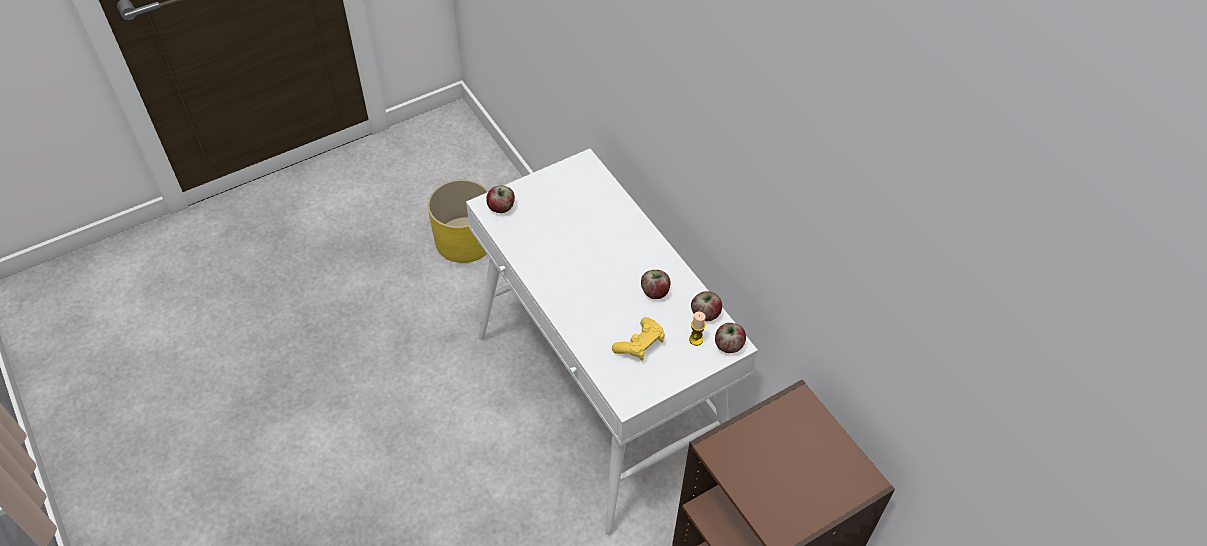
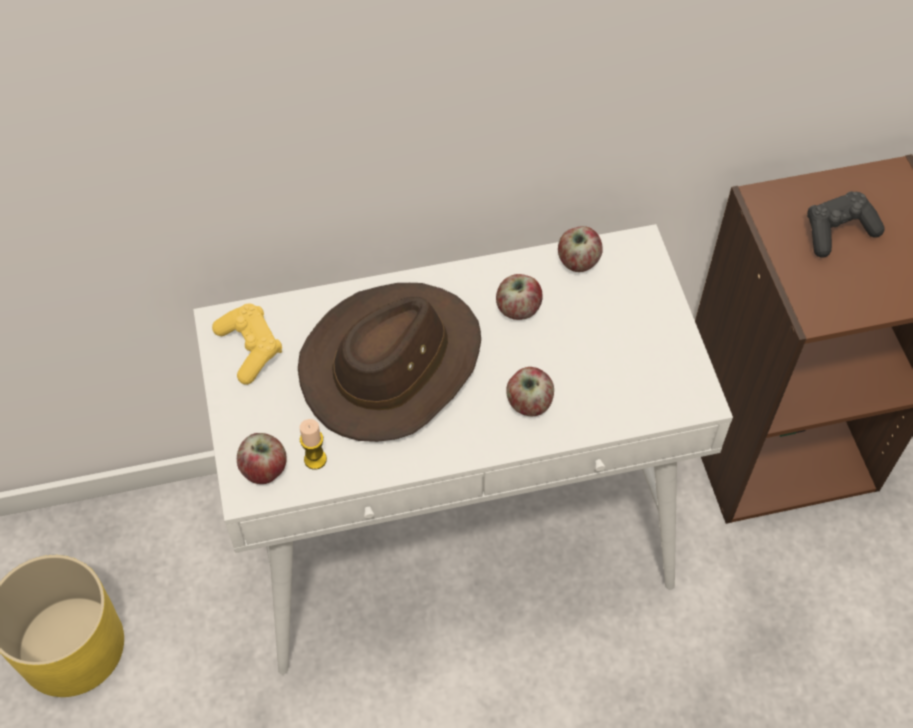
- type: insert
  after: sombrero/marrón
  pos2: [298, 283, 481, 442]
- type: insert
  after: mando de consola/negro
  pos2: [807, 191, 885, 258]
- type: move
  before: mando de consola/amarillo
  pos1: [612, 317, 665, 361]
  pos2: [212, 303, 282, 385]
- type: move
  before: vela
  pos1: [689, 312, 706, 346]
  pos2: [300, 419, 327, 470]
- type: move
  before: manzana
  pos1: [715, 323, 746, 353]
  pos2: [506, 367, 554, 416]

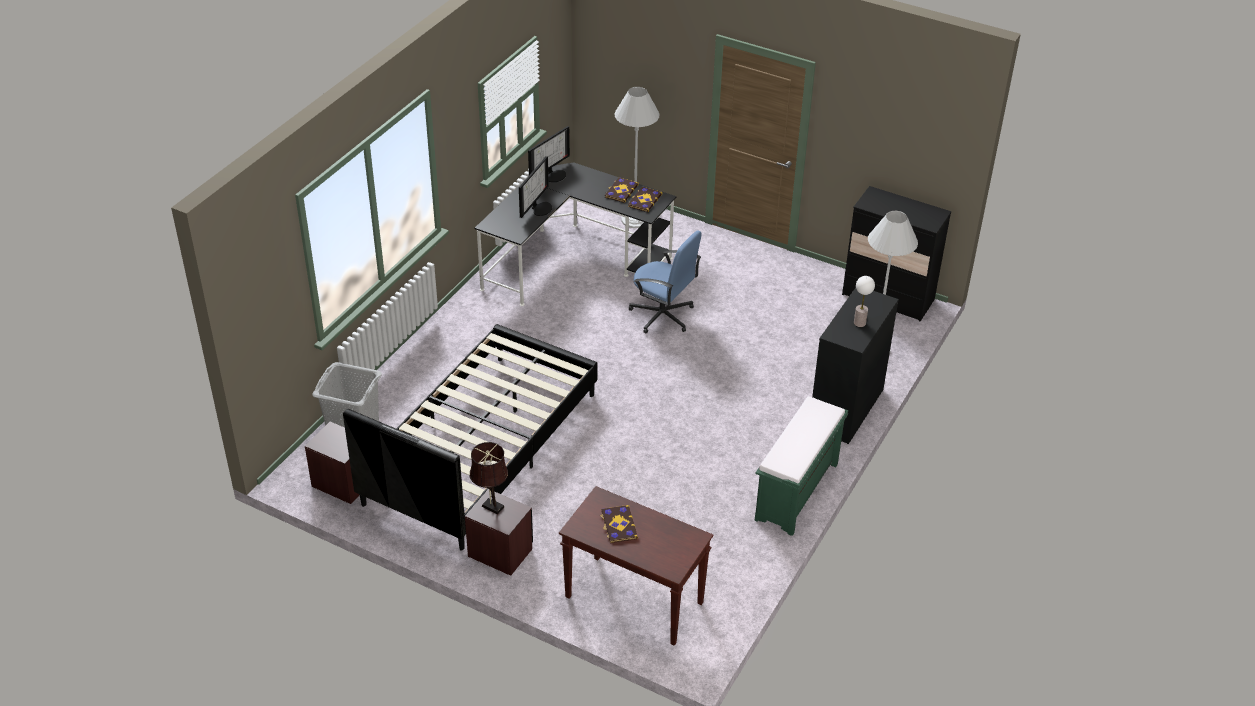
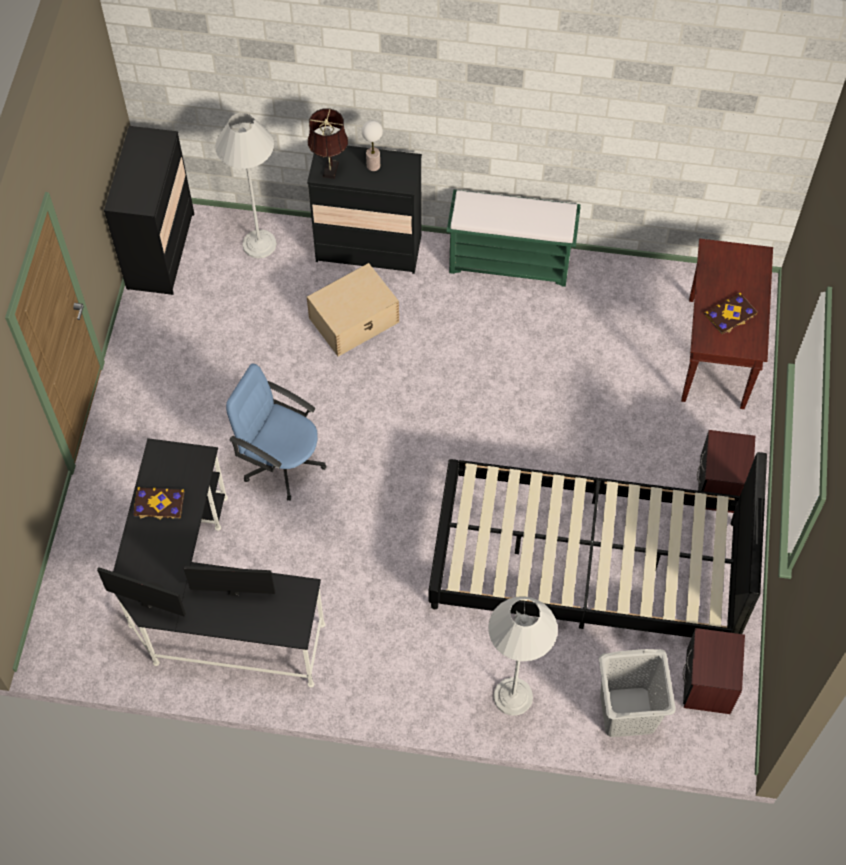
- type: delete
  before: libro
  pos1: [628, 187, 662, 212]
- type: insert
  after: caja de almacenaje/beis
  pos2: [307, 263, 399, 356]
- type: move
  before: lámpara de mesa/marrón
  pos1: [470, 442, 508, 514]
  pos2: [308, 109, 348, 179]
- type: move
  before: lámpara de pie/blanco
  pos1: [614, 87, 660, 228]
  pos2: [488, 597, 558, 716]
- type: rotate
  before: silla de oficina/azul
  pos1: [629, 231, 702, 334]
  pos2: [226, 363, 326, 501]
  turn: -75

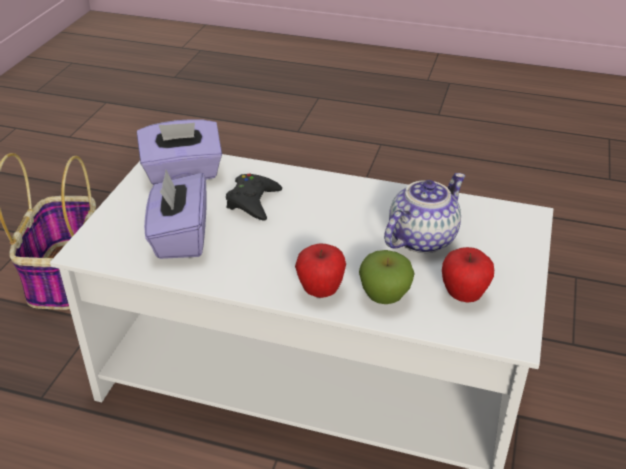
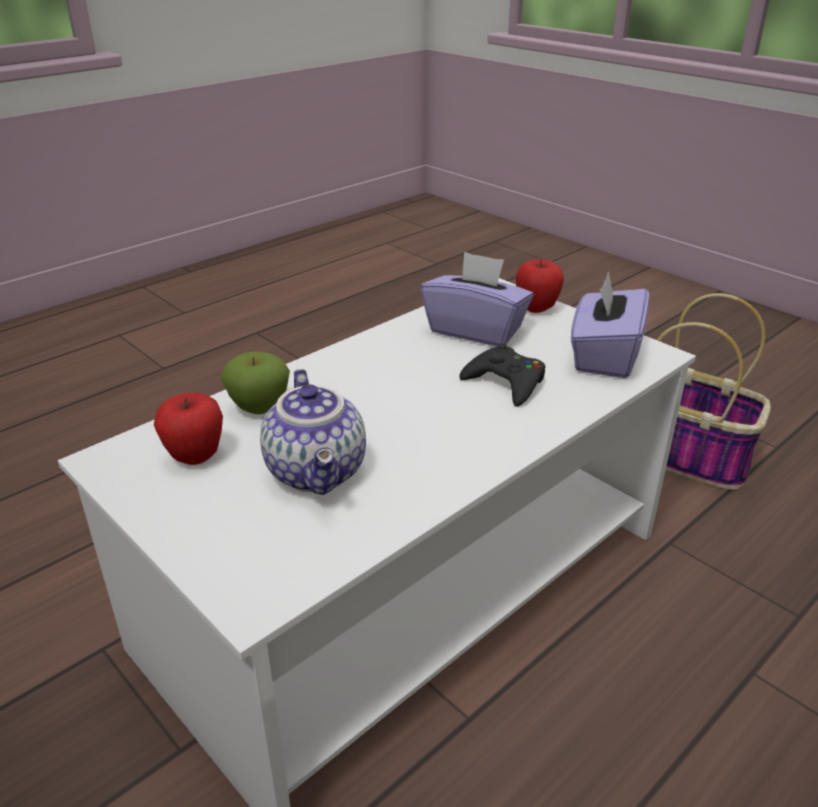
- type: move
  before: manzana
  pos1: [295, 243, 346, 298]
  pos2: [516, 259, 564, 313]

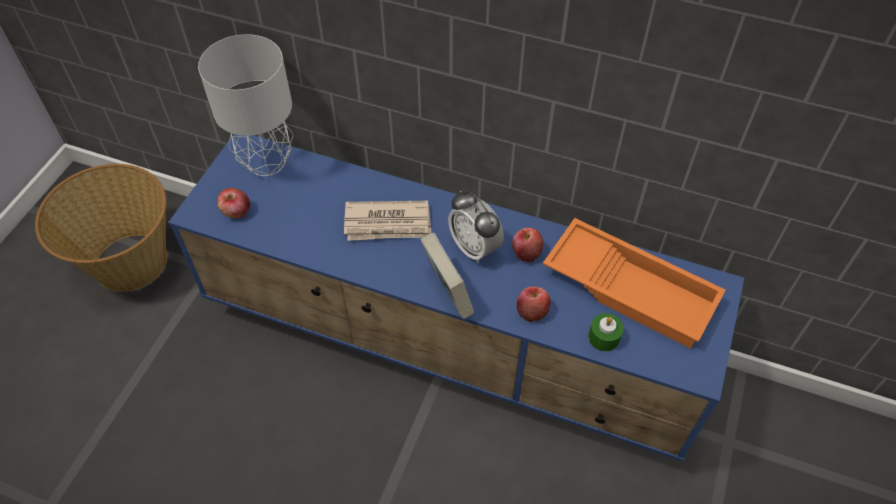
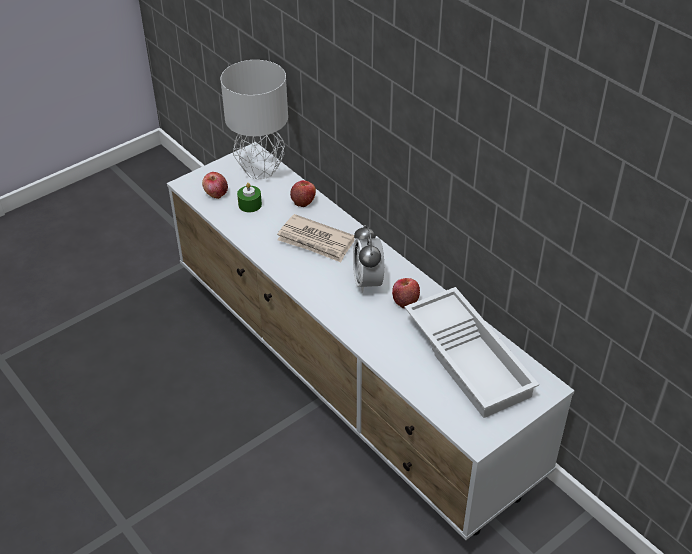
- type: delete
  before: cesta
  pos1: [35, 164, 167, 292]
- type: delete
  before: libro
  pos1: [420, 232, 474, 319]
- type: move
  before: manzana
  pos1: [517, 286, 551, 322]
  pos2: [290, 180, 316, 207]
- type: move
  before: vela/verde
  pos1: [588, 313, 624, 351]
  pos2: [237, 183, 262, 212]
- type: recolor
  before: mueble de televisión/azul
  after: mueble de televisión/blanco
  pos1: [168, 134, 744, 462]
  pos2: [167, 142, 575, 540]
- type: recolor
  before: bandeja/naranja
  after: bandeja/blanco
  pos1: [543, 218, 726, 349]
  pos2: [404, 287, 539, 418]

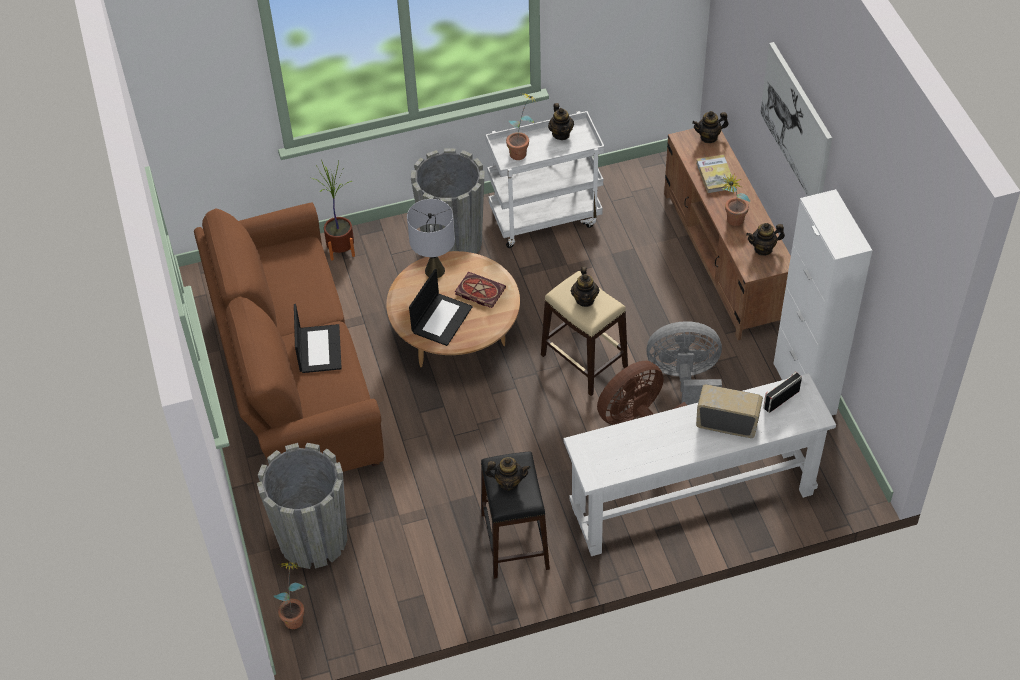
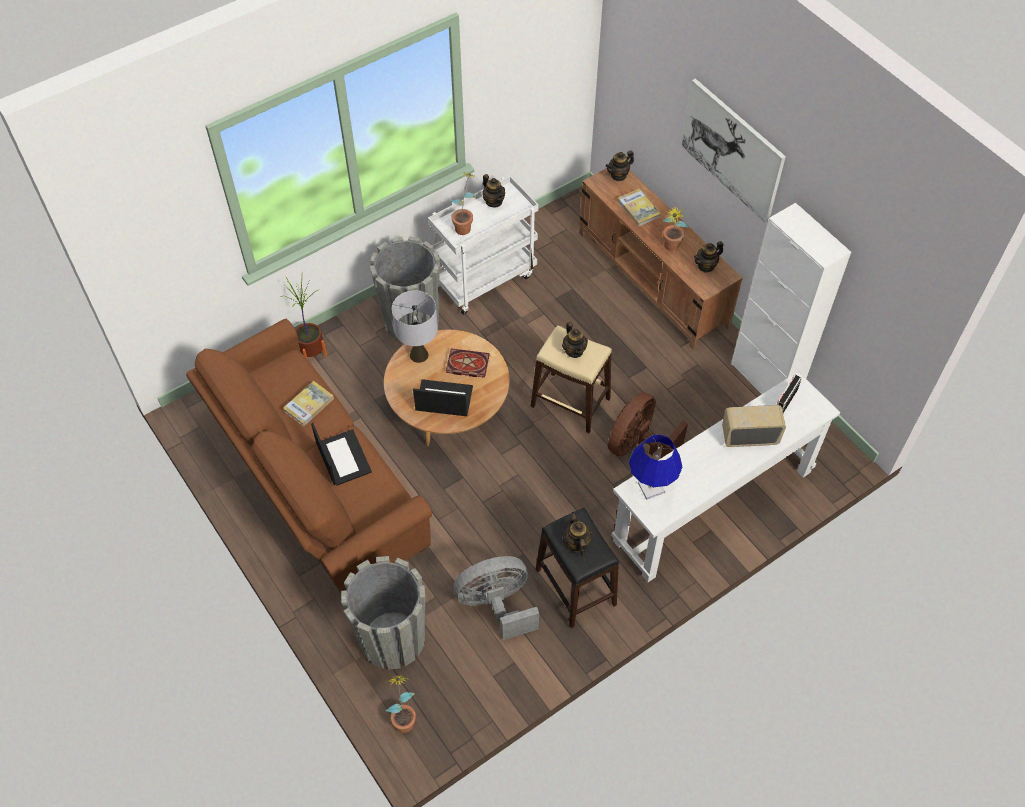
- type: insert
  after: libro
  pos2: [283, 381, 334, 426]
- type: insert
  after: lámpara de mesa/azul
  pos2: [629, 434, 682, 500]
- type: move
  before: ventilador/gris
  pos1: [646, 321, 722, 405]
  pos2: [454, 556, 539, 640]
- type: rotate
  before: portátil
  pos1: [409, 269, 473, 346]
  pos2: [413, 379, 473, 416]
  turn: -90
- type: rotate
  before: tetera
  pos1: [485, 457, 531, 491]
  pos2: [563, 512, 592, 556]
  turn: -90

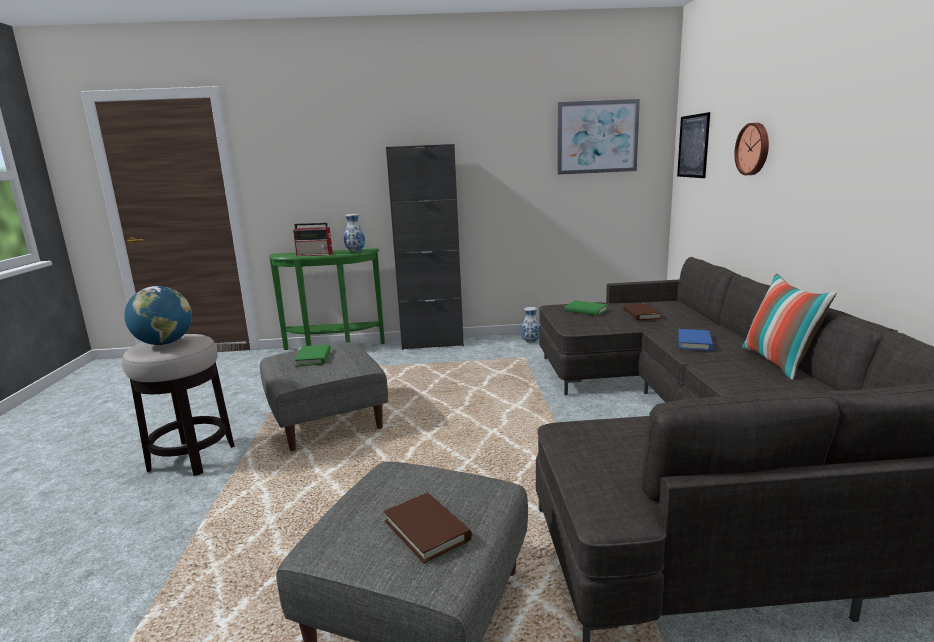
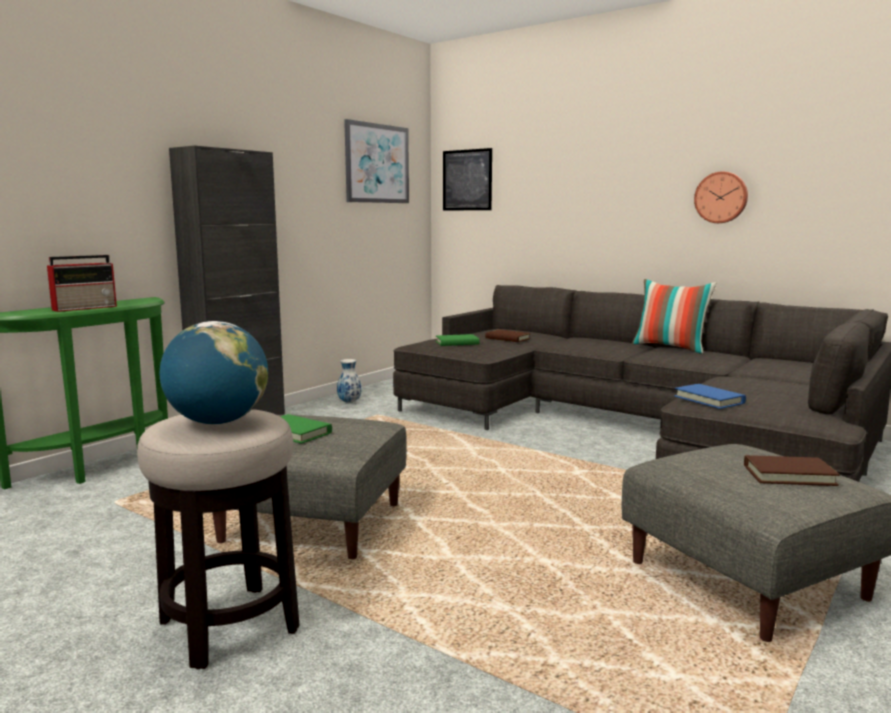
- type: delete
  before: florero
  pos1: [344, 214, 365, 252]
- type: move
  before: libro/azul
  pos1: [678, 329, 714, 351]
  pos2: [674, 384, 746, 409]
- type: move
  before: reloj de pared
  pos1: [734, 123, 769, 175]
  pos2: [694, 172, 748, 223]

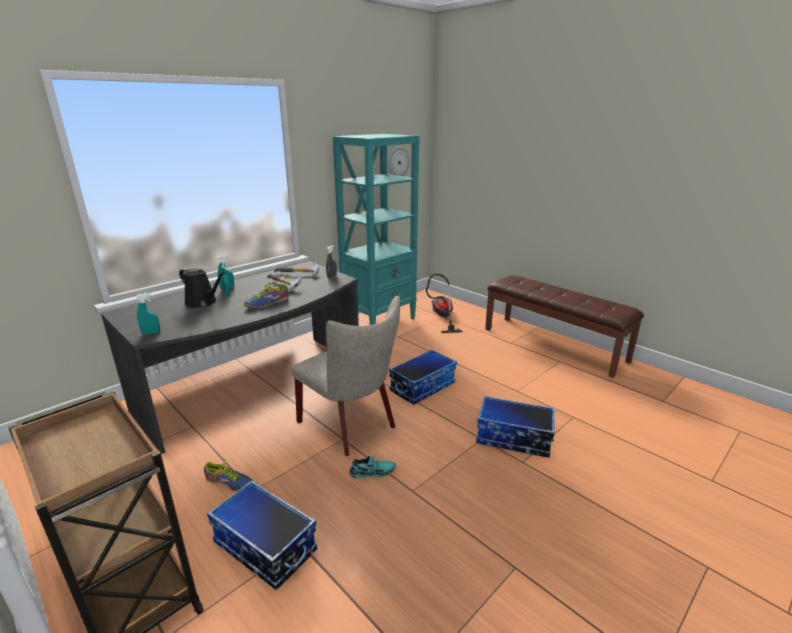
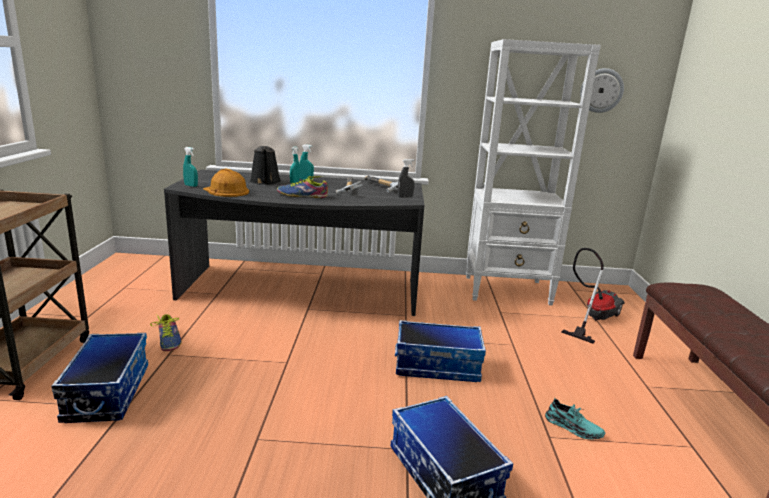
- type: delete
  before: silla/beis
  pos1: [291, 295, 400, 456]
- type: insert
  after: casco/naranja
  pos2: [203, 169, 249, 197]
- type: move
  before: zapato/turquesa
  pos1: [350, 456, 396, 478]
  pos2: [545, 398, 605, 440]
- type: recolor
  before: estantería/turquesa
  after: estantería/blanco
  pos1: [333, 134, 420, 325]
  pos2: [466, 39, 601, 306]

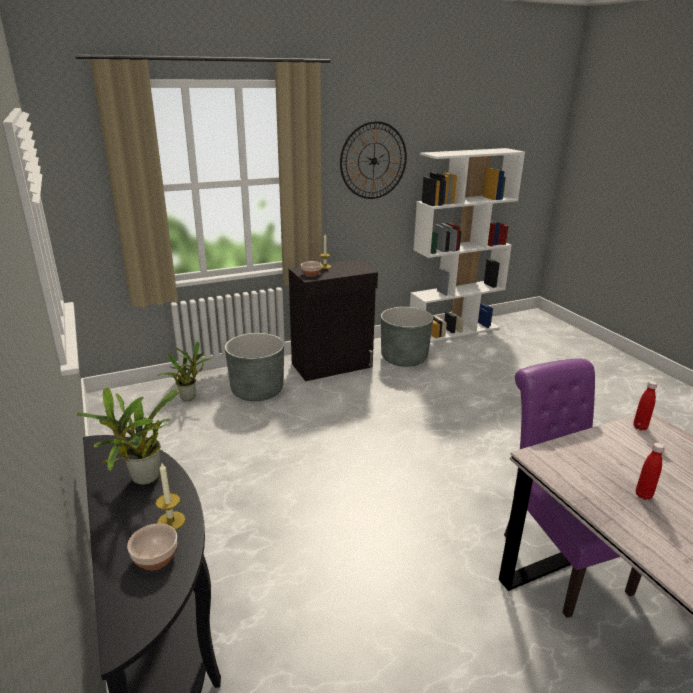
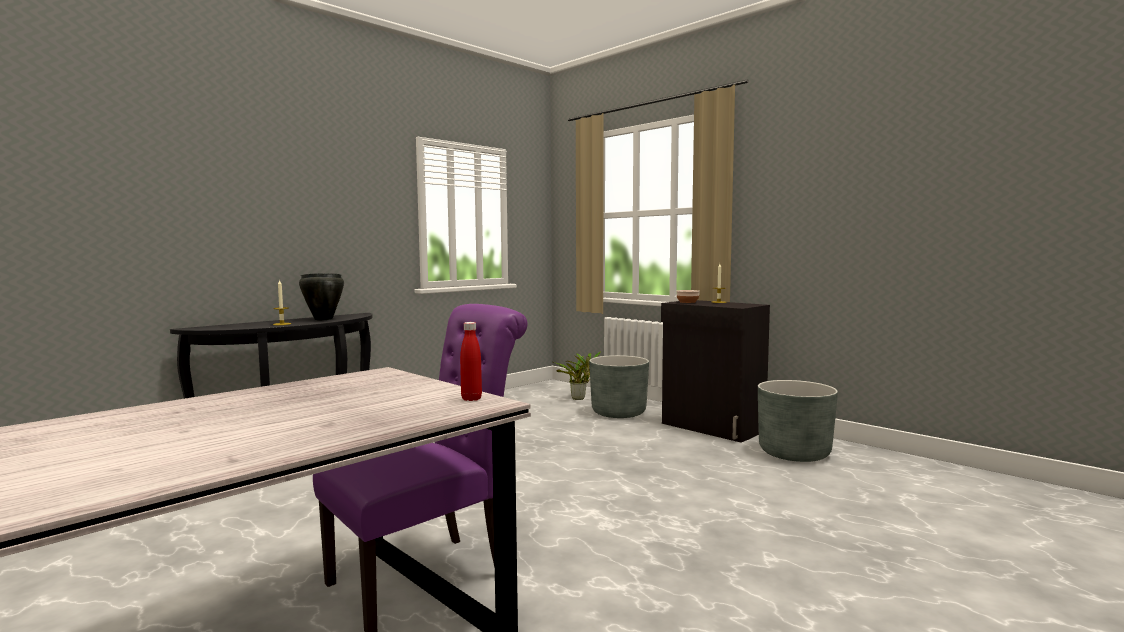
- type: delete
  before: cuenco
  pos1: [127, 523, 177, 570]
- type: delete
  before: reloj de pared
  pos1: [340, 121, 407, 199]
- type: delete
  before: estantería/blanco
  pos1: [410, 148, 525, 343]
- type: delete
  before: botella/rojo
  pos1: [636, 443, 665, 500]
- type: replace
  before: planta en maceta
  after: olla/negro
  pos1: [76, 388, 179, 485]
  pos2: [299, 273, 344, 320]

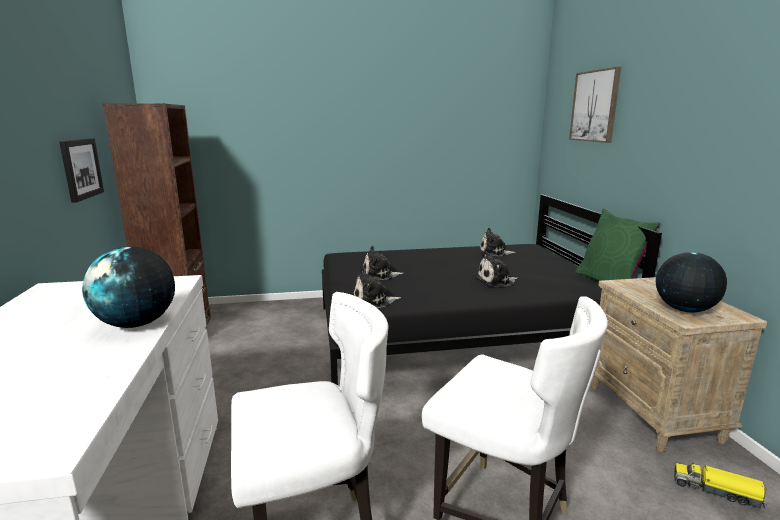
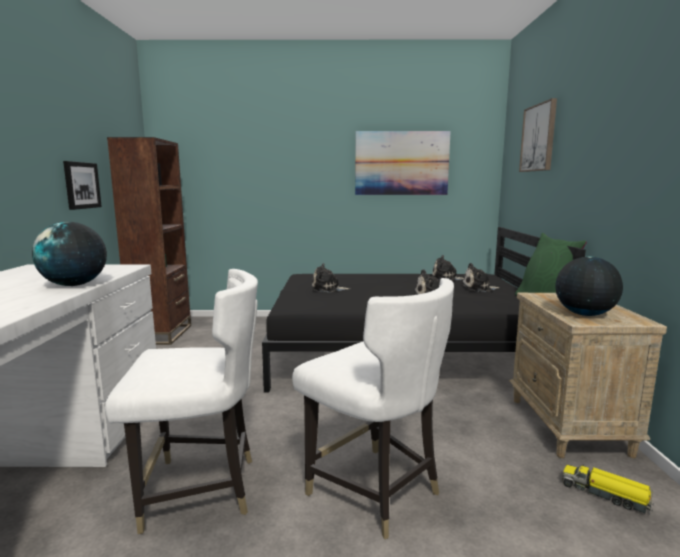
- type: insert
  after: cuadro
  pos2: [355, 131, 451, 195]
- type: move
  before: peluche
  pos1: [353, 267, 401, 308]
  pos2: [462, 263, 500, 292]

